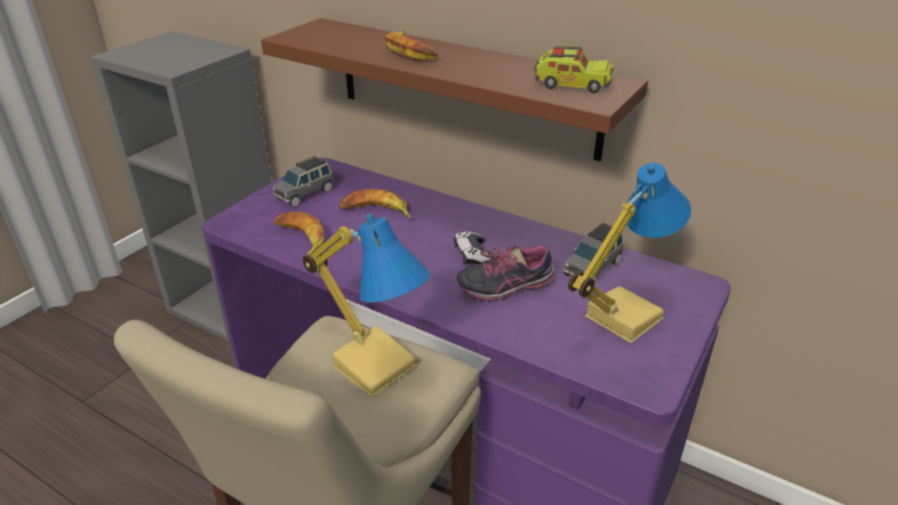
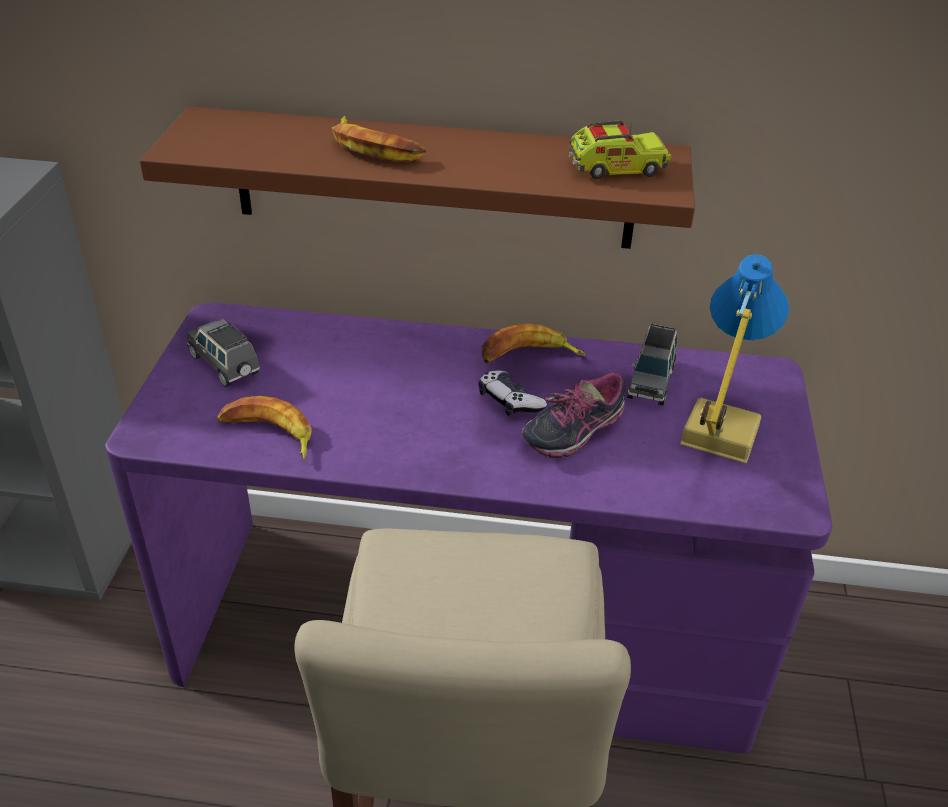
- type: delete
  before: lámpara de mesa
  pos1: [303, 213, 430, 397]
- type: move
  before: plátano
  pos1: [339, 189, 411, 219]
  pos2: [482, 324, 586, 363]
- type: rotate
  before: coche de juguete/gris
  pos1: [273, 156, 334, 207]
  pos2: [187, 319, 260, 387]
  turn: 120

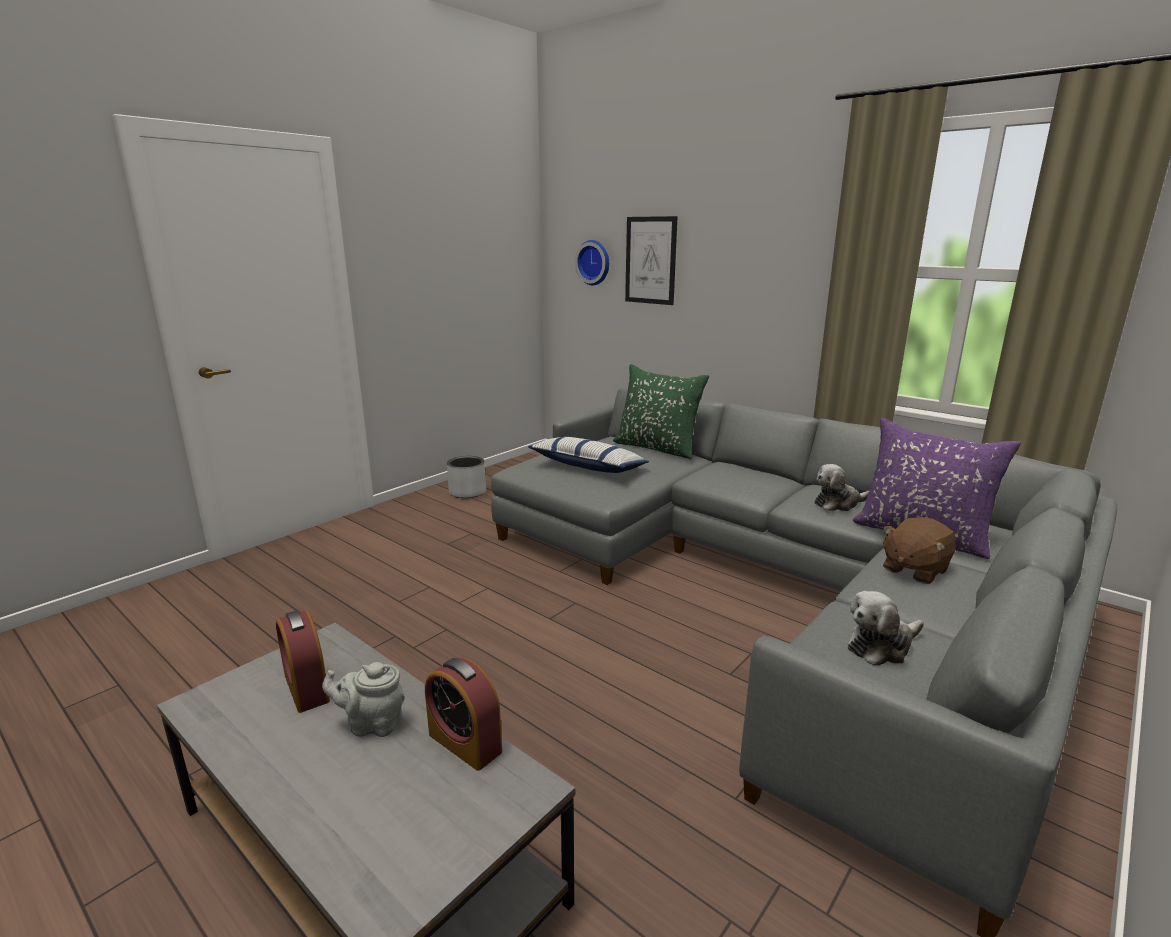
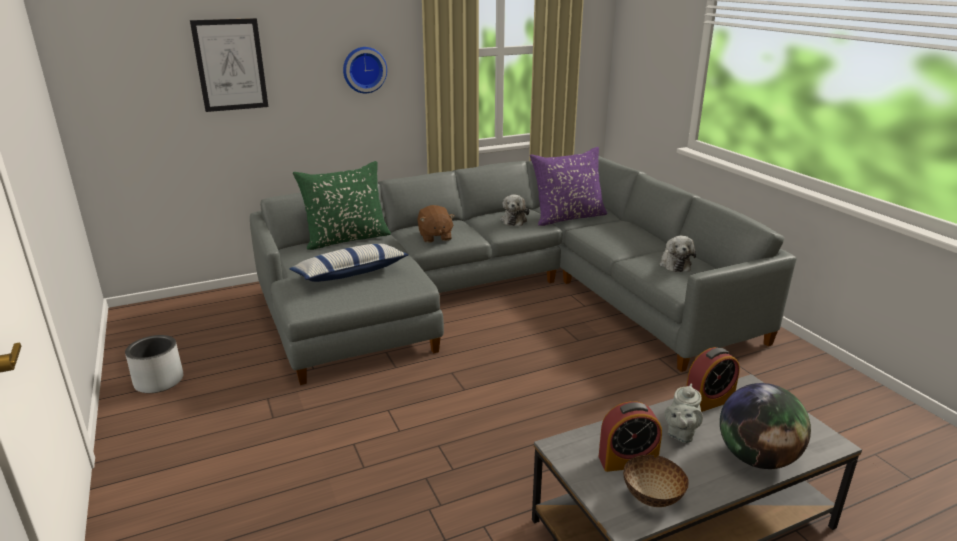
- type: insert
  after: cuenco
  pos2: [623, 455, 689, 507]
- type: insert
  after: globo terráqueo
  pos2: [720, 383, 811, 469]
- type: move
  before: reloj de pared
  pos1: [575, 240, 609, 285]
  pos2: [343, 47, 387, 93]
- type: move
  before: peluche/marrón
  pos1: [883, 517, 956, 584]
  pos2: [417, 205, 455, 243]

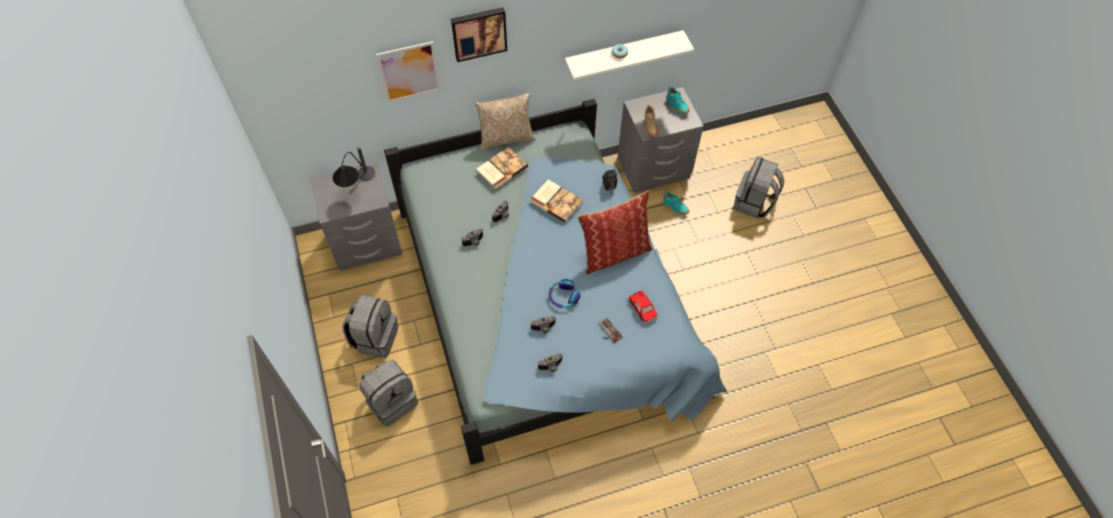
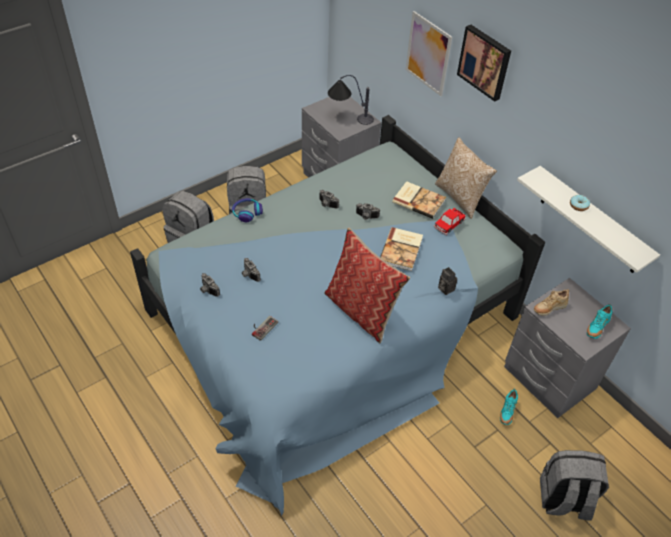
- type: move
  before: auriculares
  pos1: [549, 279, 581, 308]
  pos2: [232, 198, 263, 222]
- type: move
  before: coche de juguete
  pos1: [628, 290, 658, 324]
  pos2: [434, 208, 466, 235]

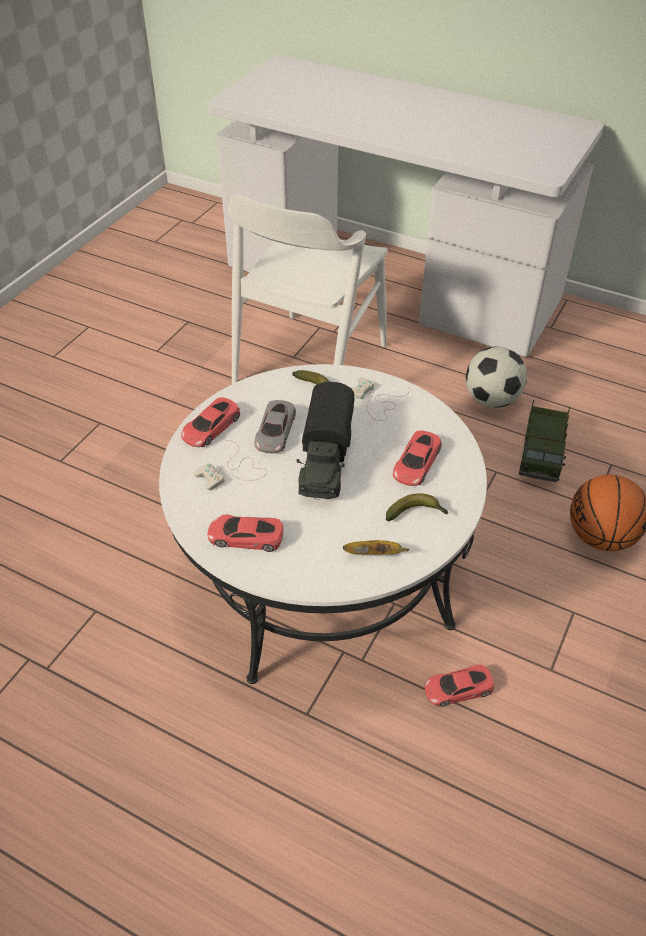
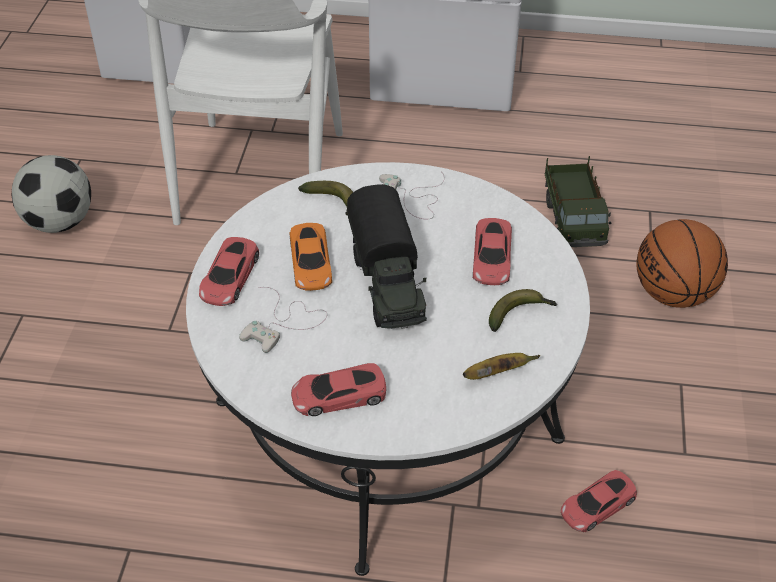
- type: move
  before: balón de fútbol
  pos1: [466, 346, 527, 408]
  pos2: [12, 155, 91, 233]
- type: recolor
  before: coche de juguete/gris
  after: coche de juguete/naranja
  pos1: [255, 400, 296, 453]
  pos2: [290, 223, 332, 291]

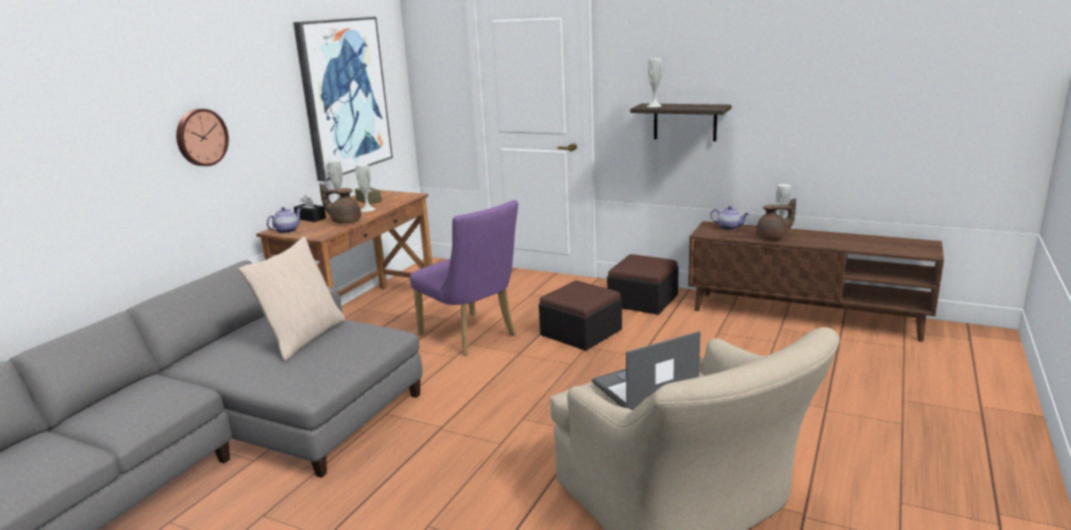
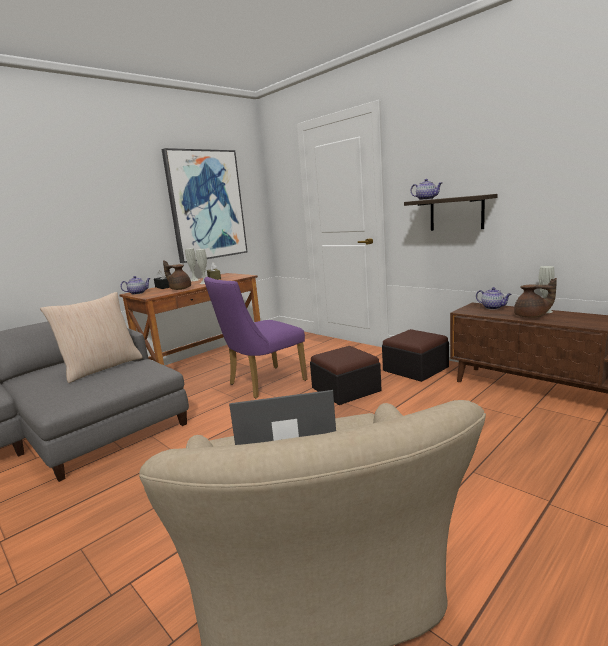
- type: delete
  before: reloj de pared
  pos1: [176, 109, 229, 166]
- type: replace
  before: florero/blanco
  after: tetera
  pos1: [647, 58, 662, 107]
  pos2: [410, 179, 442, 200]
- type: rotate
  before: silla/morado
  pos1: [410, 200, 518, 356]
  pos2: [204, 277, 307, 398]
  turn: 75

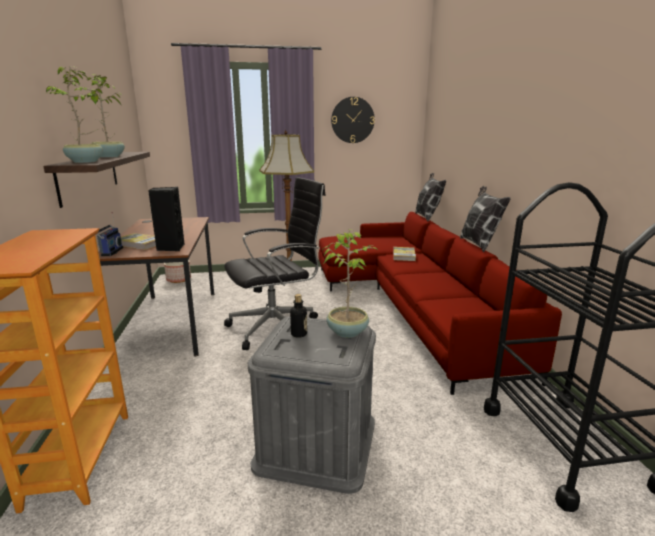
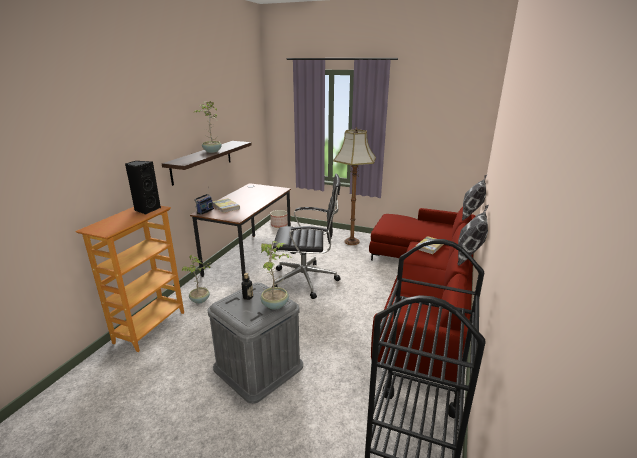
- type: delete
  before: reloj de pared
  pos1: [331, 97, 375, 143]
- type: move
  before: planta en maceta
  pos1: [46, 66, 103, 163]
  pos2: [182, 254, 212, 304]
- type: move
  before: altavoz/negro
  pos1: [148, 187, 185, 251]
  pos2: [125, 161, 161, 215]

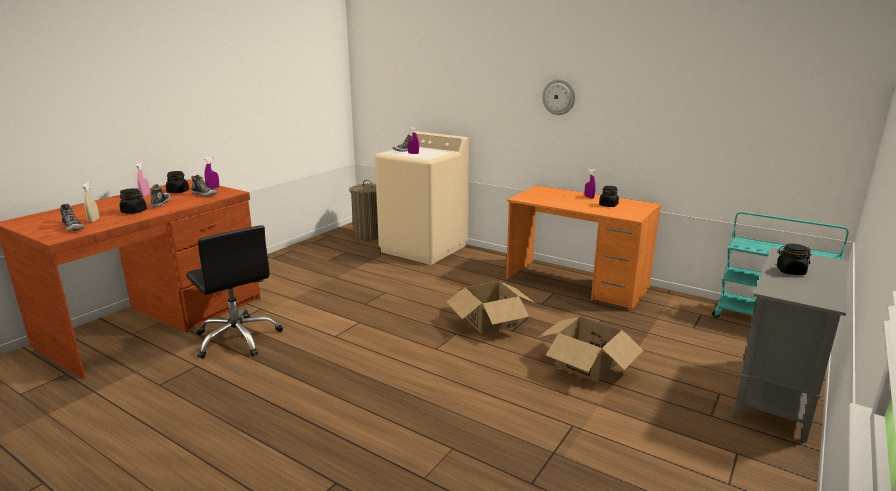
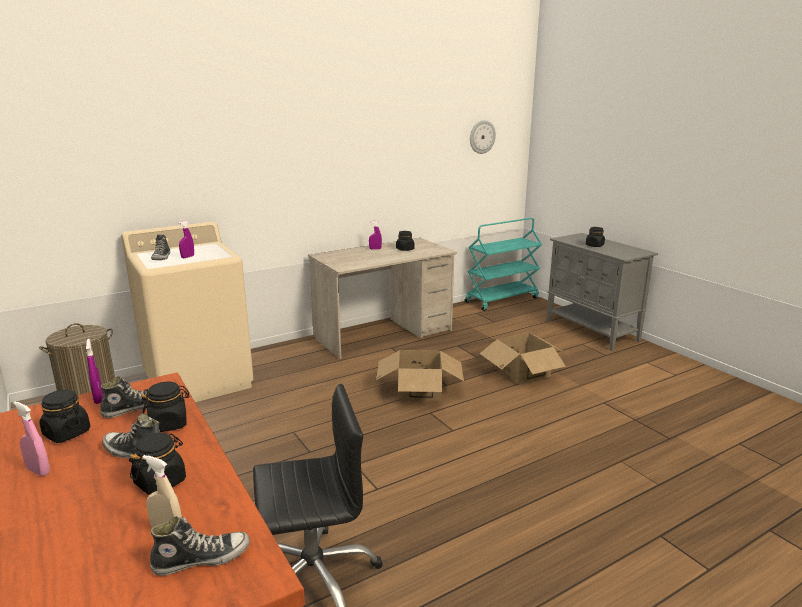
- type: insert
  after: tarro/negro
  pos2: [141, 381, 190, 432]
- type: move
  before: reloj de pared
  pos1: [542, 79, 575, 115]
  pos2: [470, 120, 496, 154]
- type: recolor
  before: escritorio/naranja
  after: escritorio/beis
  pos1: [506, 185, 661, 310]
  pos2: [308, 238, 457, 359]

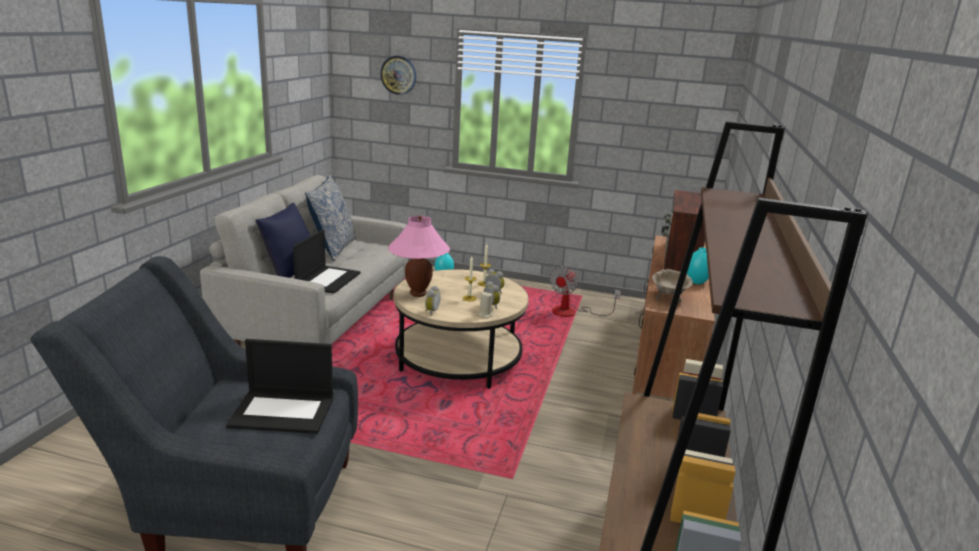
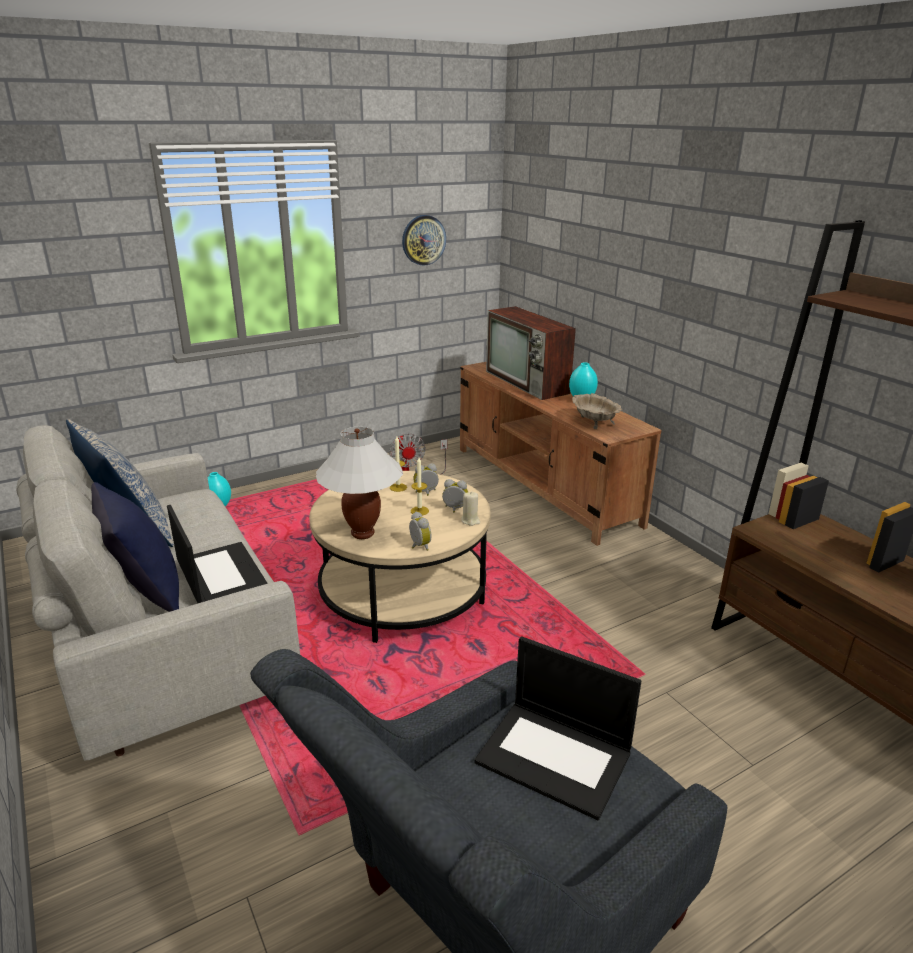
- type: move
  before: reloj de pared
  pos1: [380, 56, 416, 95]
  pos2: [402, 215, 446, 266]
- type: recolor
  before: lámpara de mesa/rosa
  after: lámpara de mesa/blanco
  pos1: [388, 216, 450, 297]
  pos2: [316, 427, 403, 539]
- type: rotate
  before: portátil
  pos1: [226, 339, 333, 434]
  pos2: [474, 636, 641, 820]
  turn: 75

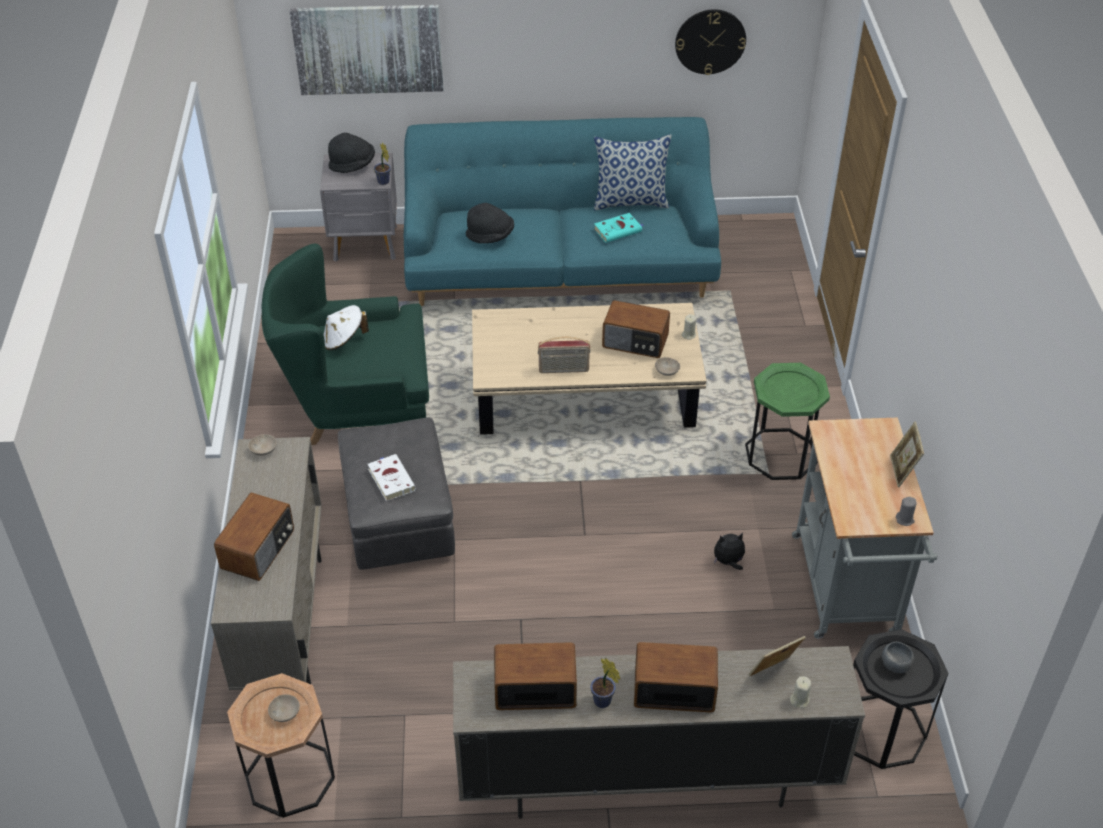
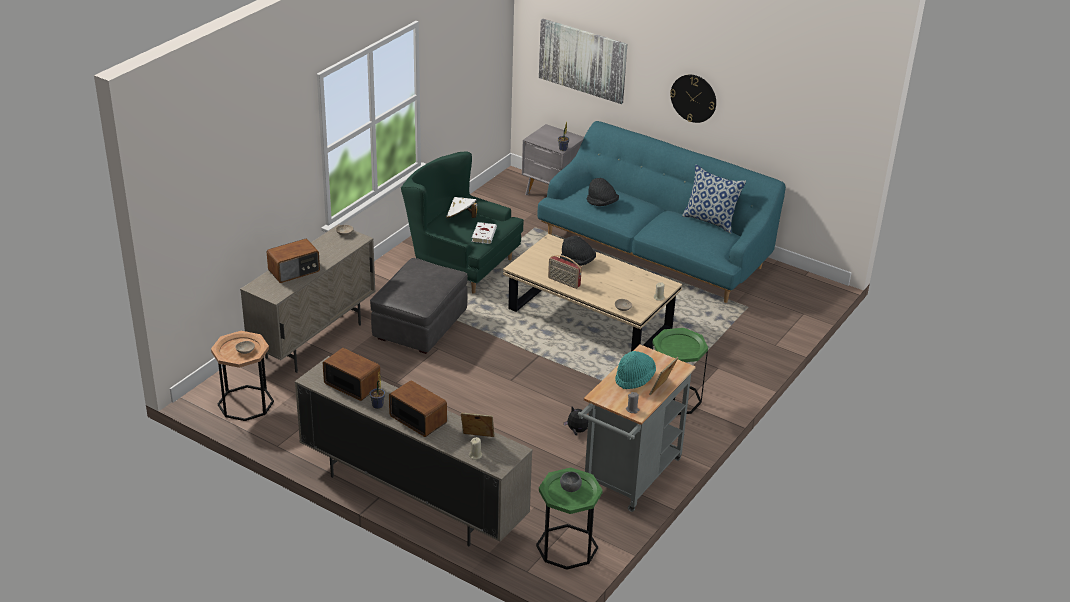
- type: delete
  before: libro/turquesa
  pos1: [594, 213, 644, 243]
- type: delete
  before: radio
  pos1: [602, 300, 670, 358]
- type: insert
  after: sombrero/turquesa
  pos2: [615, 351, 656, 389]
- type: move
  before: sombrero/negro
  pos1: [328, 133, 375, 173]
  pos2: [560, 236, 596, 266]
- type: move
  before: libro/blanco
  pos1: [368, 454, 416, 501]
  pos2: [472, 222, 497, 244]
- type: move
  before: reloj de pared
  pos1: [675, 9, 746, 75]
  pos2: [670, 75, 716, 123]
- type: recolor
  before: mesa auxiliar/negro
  after: mesa auxiliar/verde
  pos1: [853, 629, 949, 769]
  pos2: [536, 468, 603, 570]

